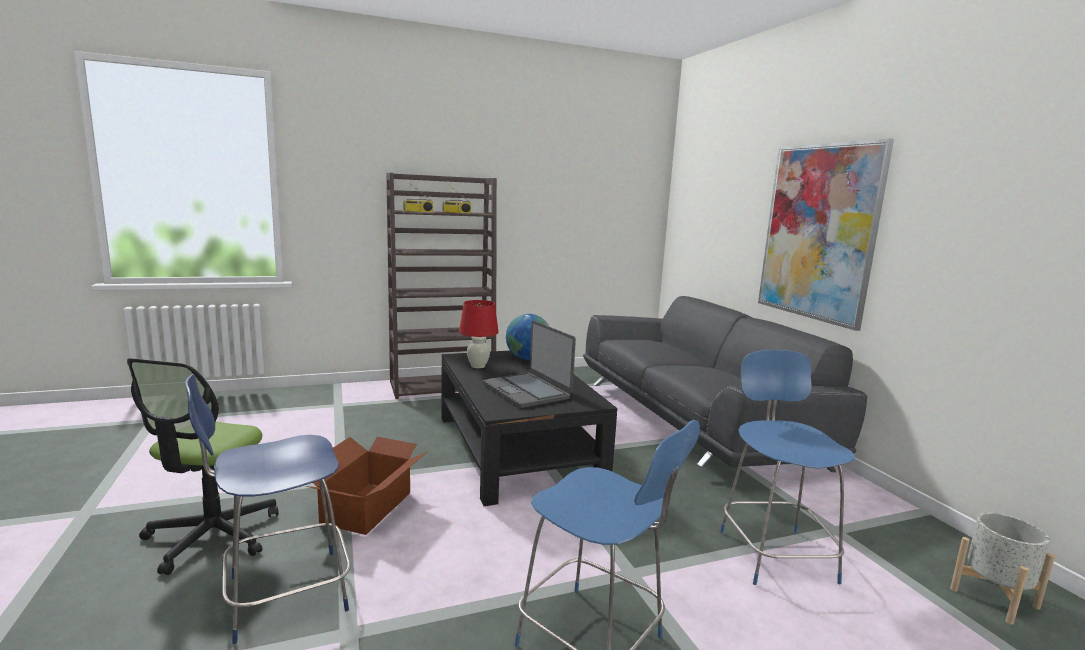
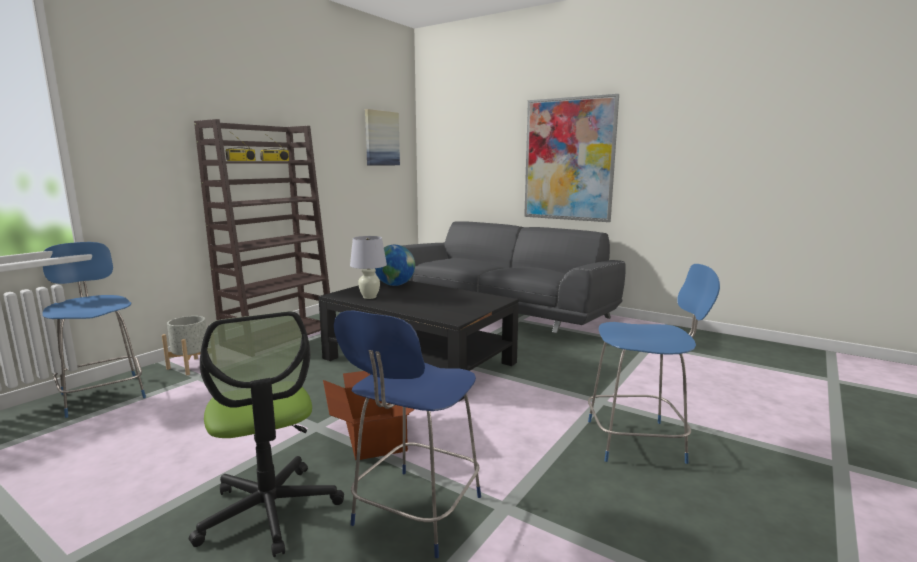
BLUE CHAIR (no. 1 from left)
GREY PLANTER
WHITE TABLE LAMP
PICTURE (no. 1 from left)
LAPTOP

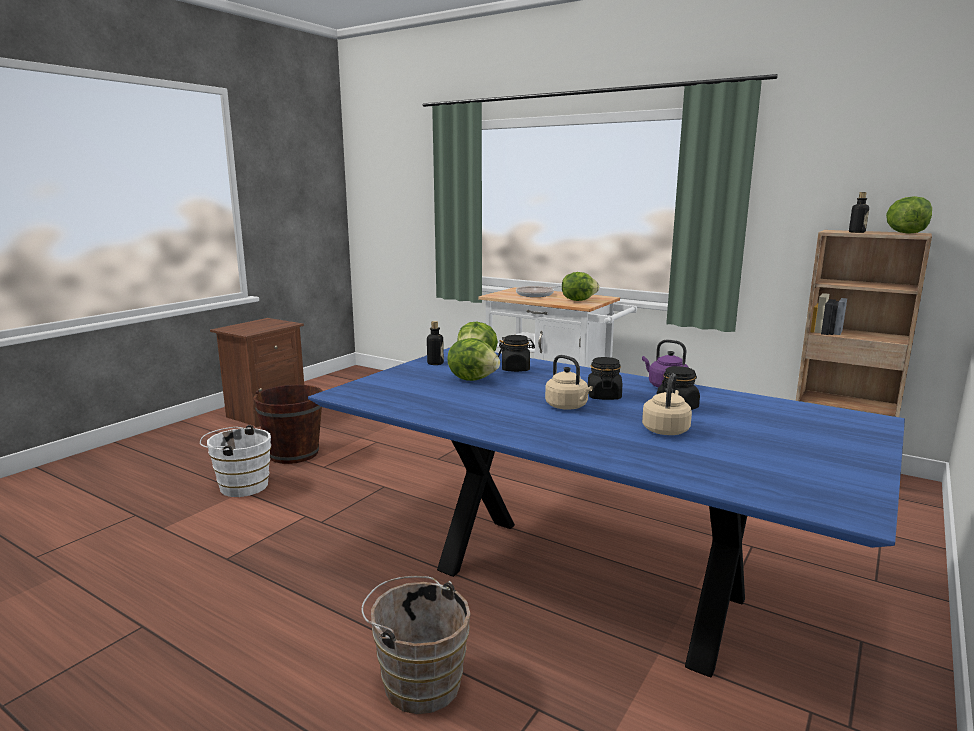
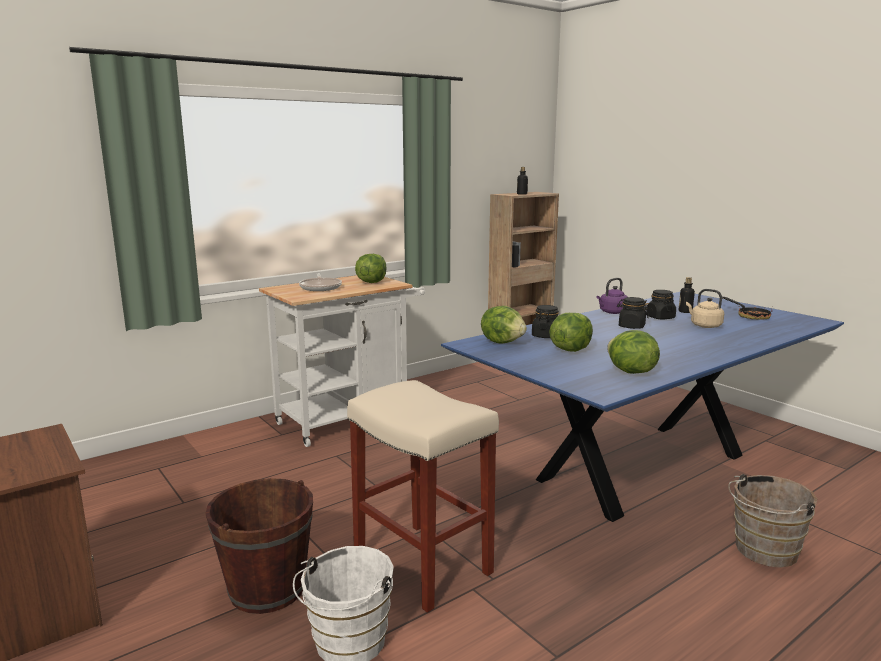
BEIGE STOOL
LETTUCE (no. 4 from left)
BOTTLE (no. 2 from left)
FRYING PAN (no. 2 from left)
BEIGE KETTLE (no. 1 from left in the first image)

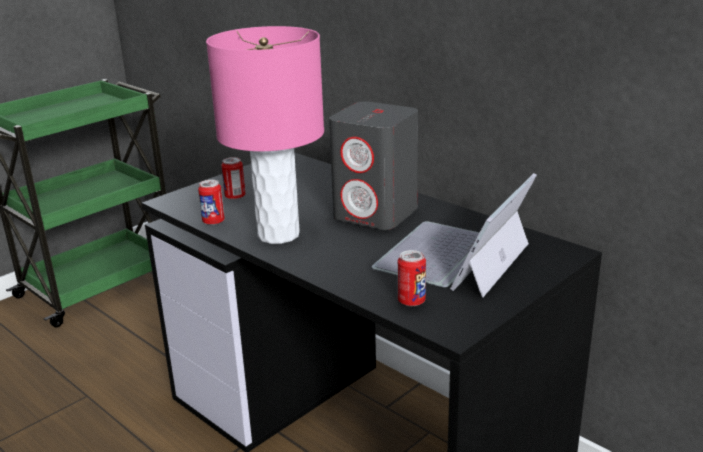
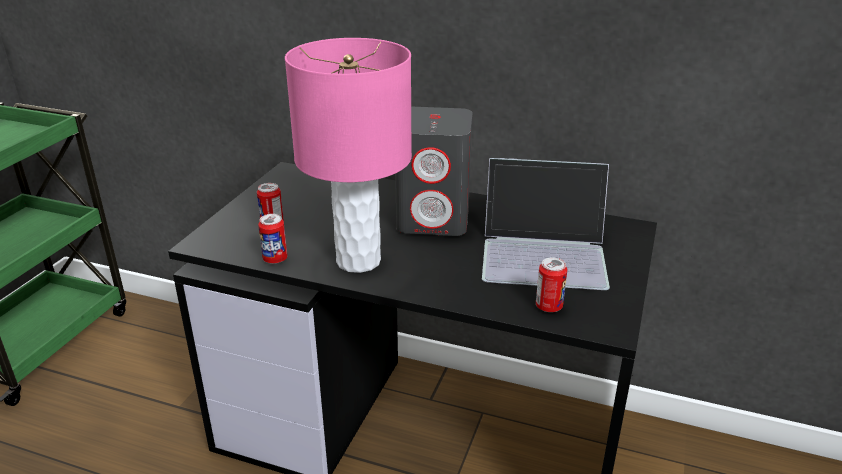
LAPTOP

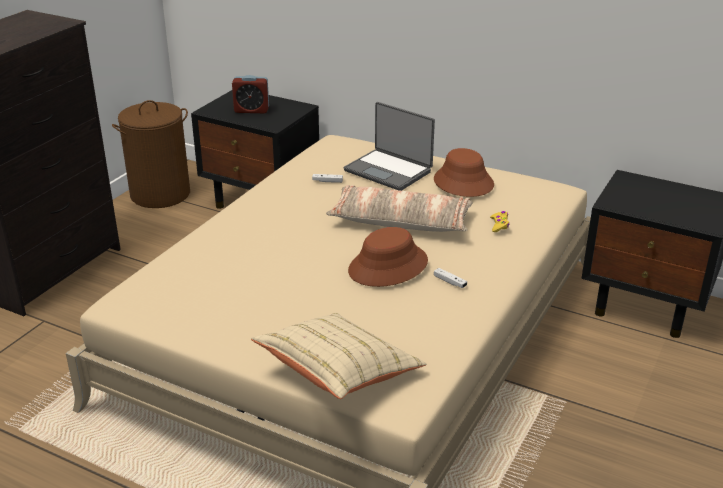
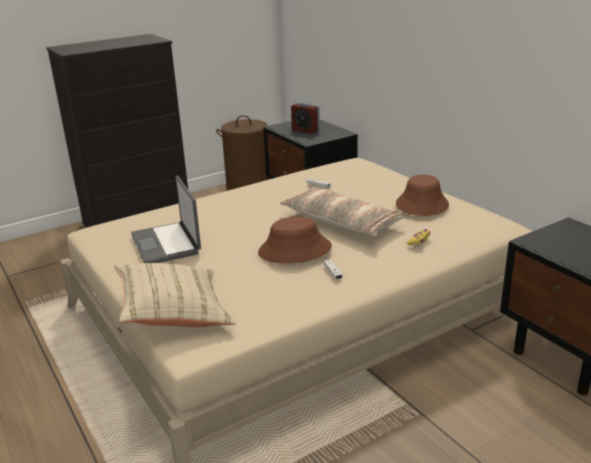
LAPTOP

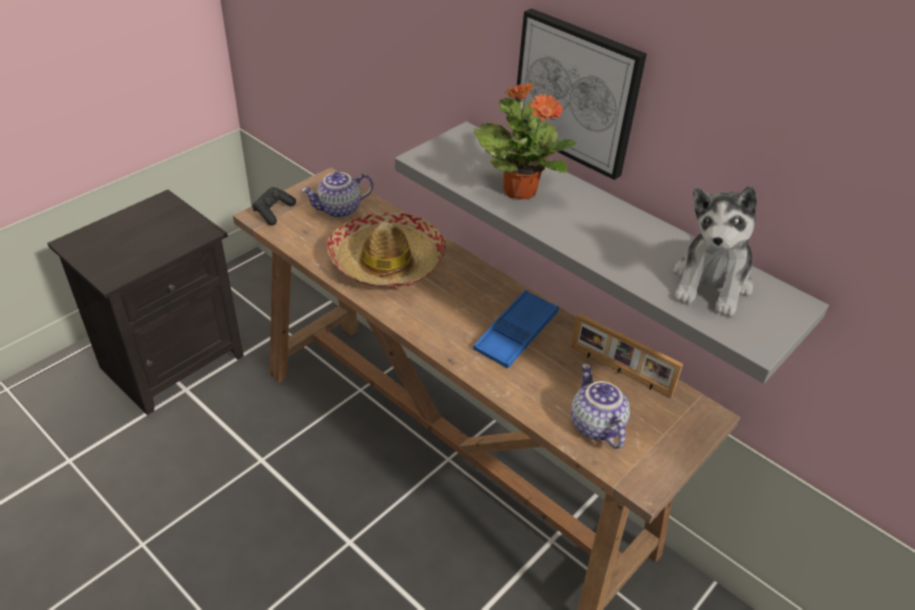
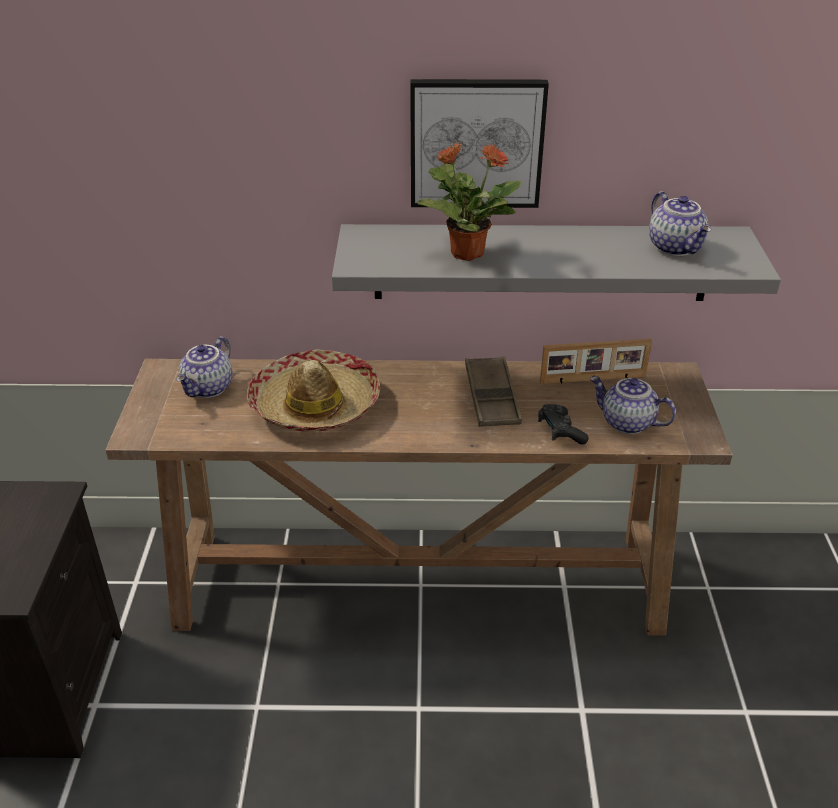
BROWN TRAY
BLACK GAME CONTROLLER
TEAPOT (no. 3 from left)

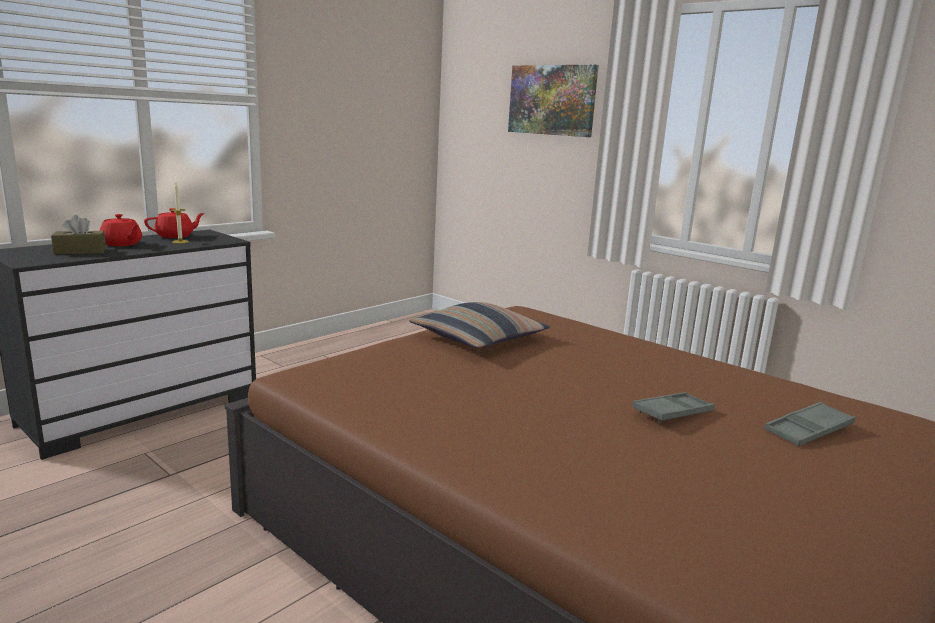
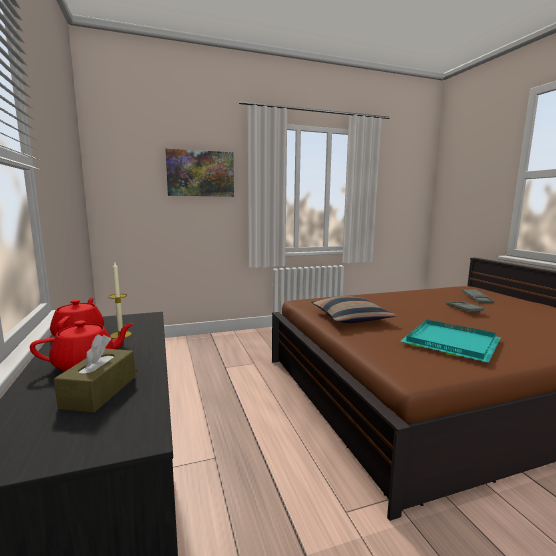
TURQUOISE TRAY

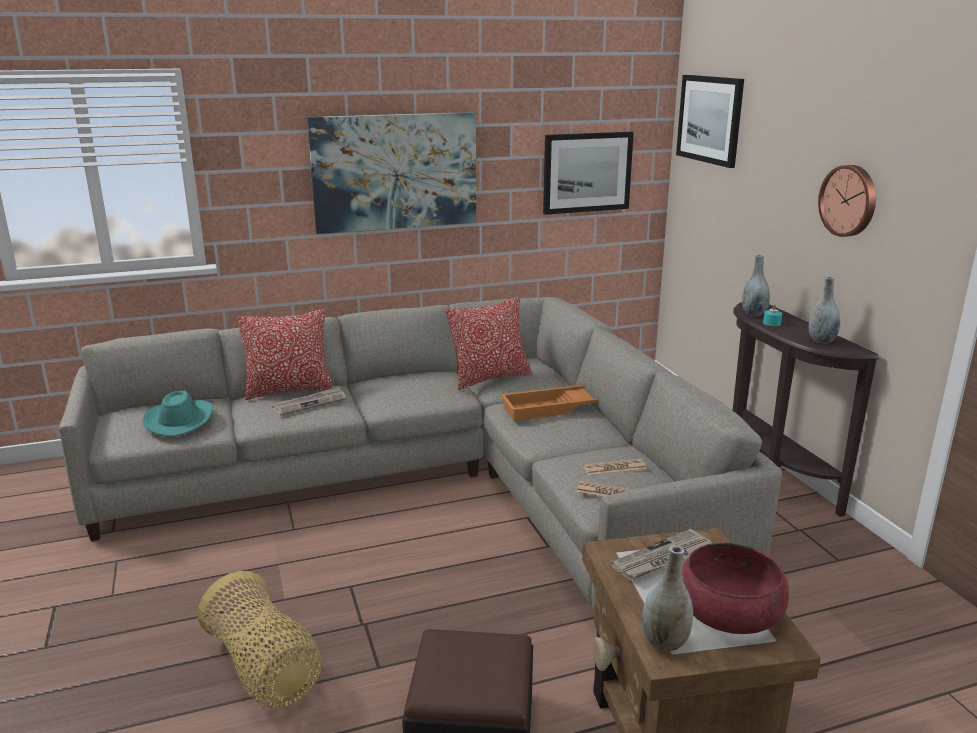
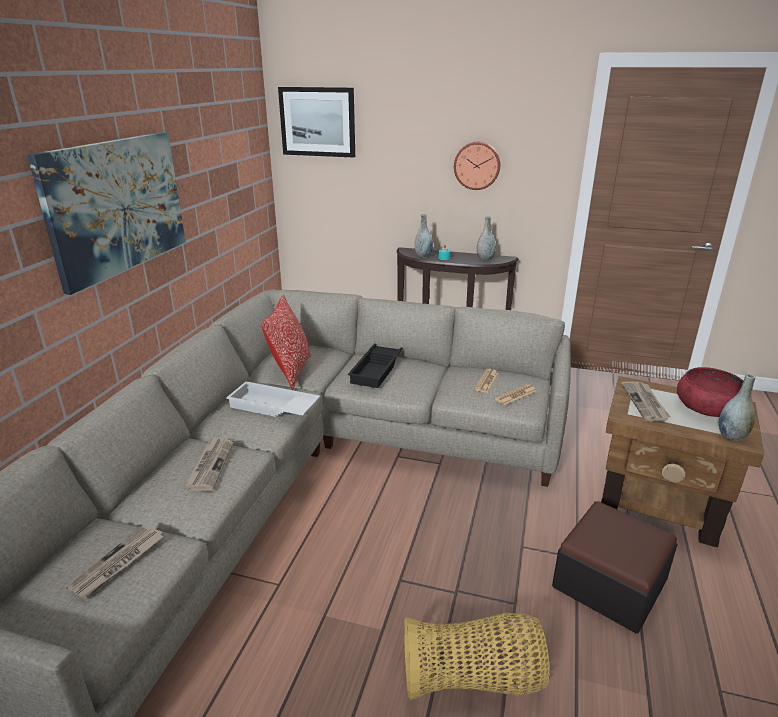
NEWSPAPER (no. 1 from left)
WHITE TRAY
BLACK TRAY
PILLOW (no. 1 from left in the first image)
PICTURE (no. 2 from left in the first image)

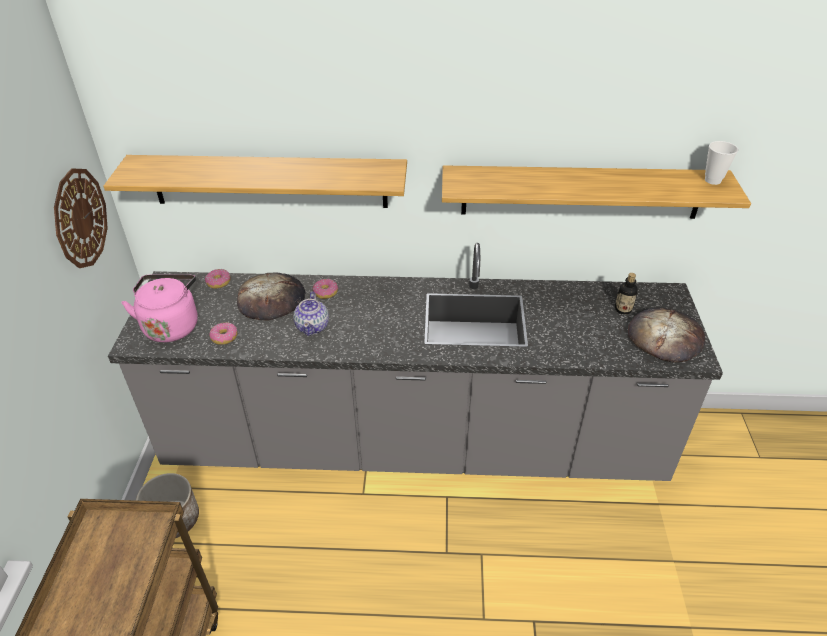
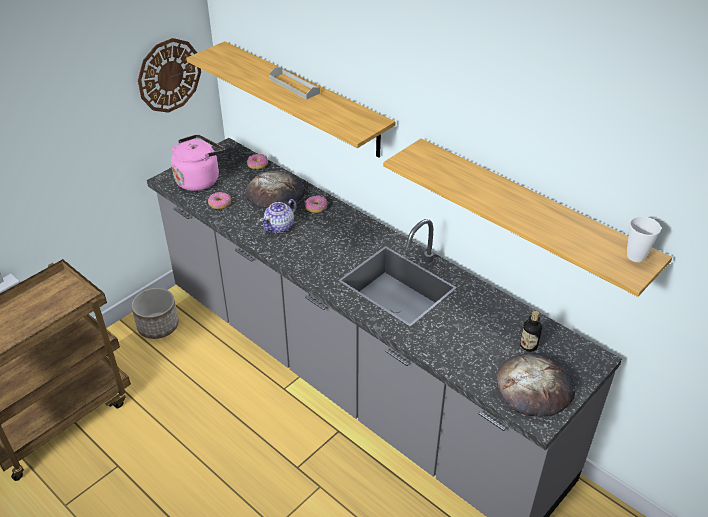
GREY TRAY

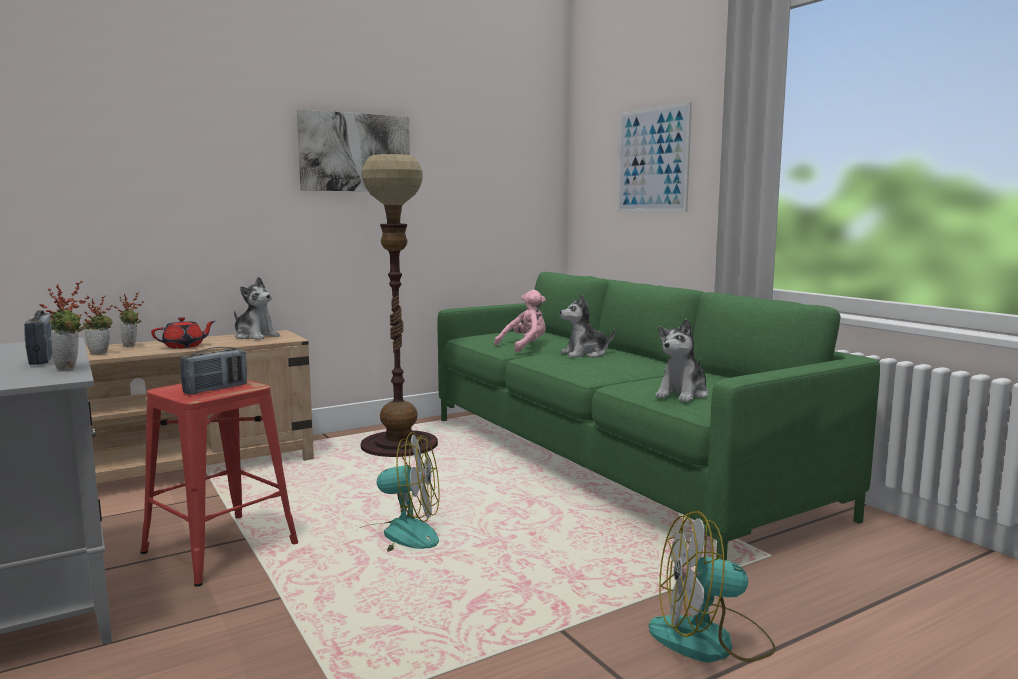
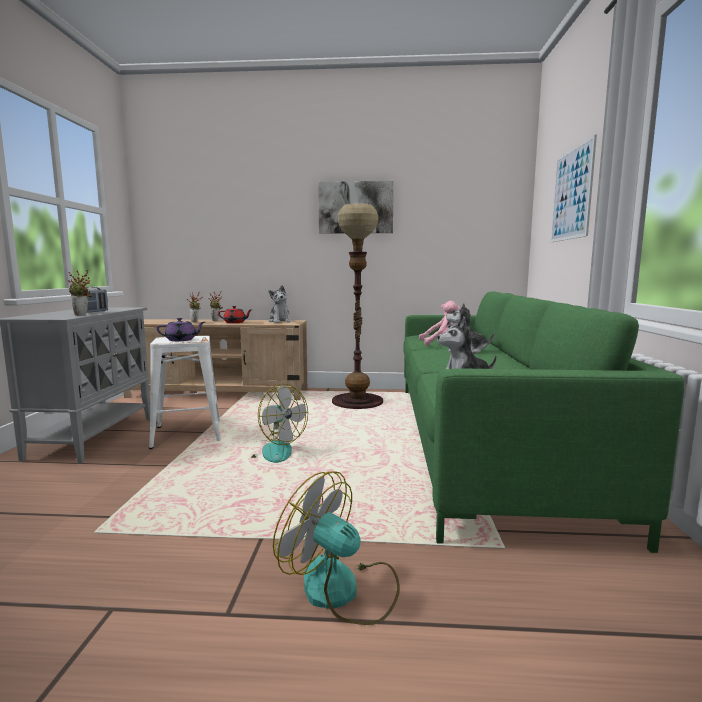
WHITE STOOL
PURPLE TEAPOT

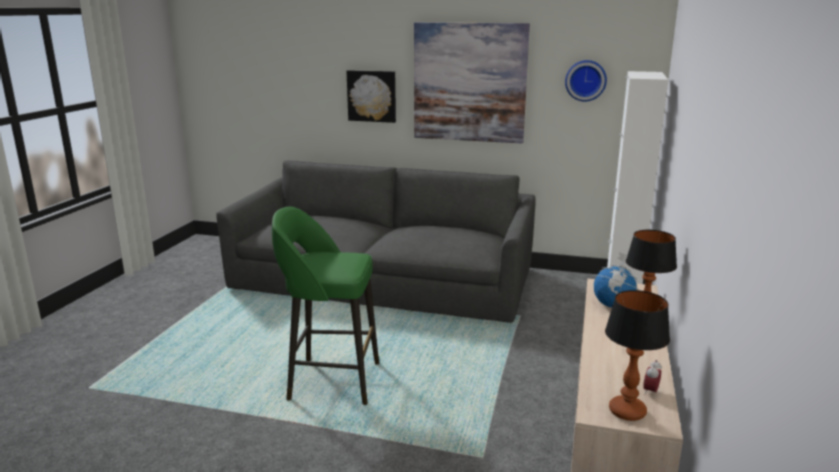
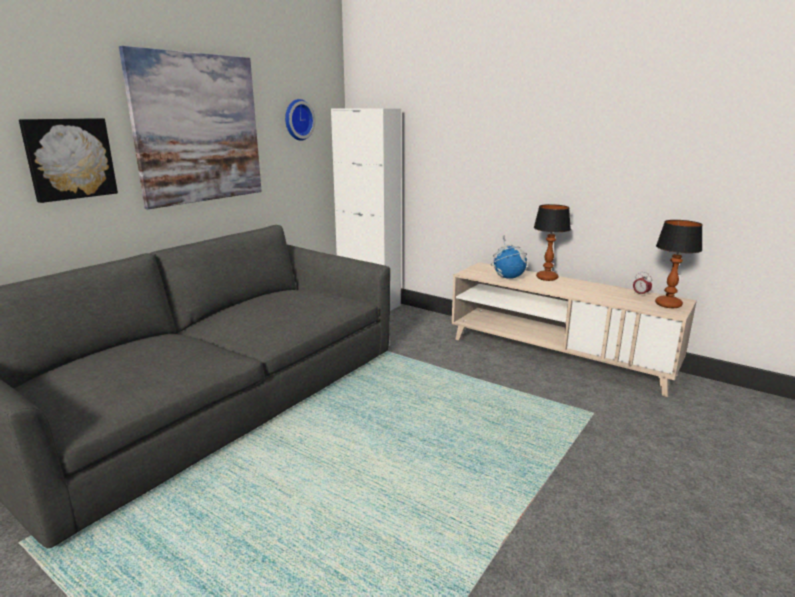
GREEN STOOL

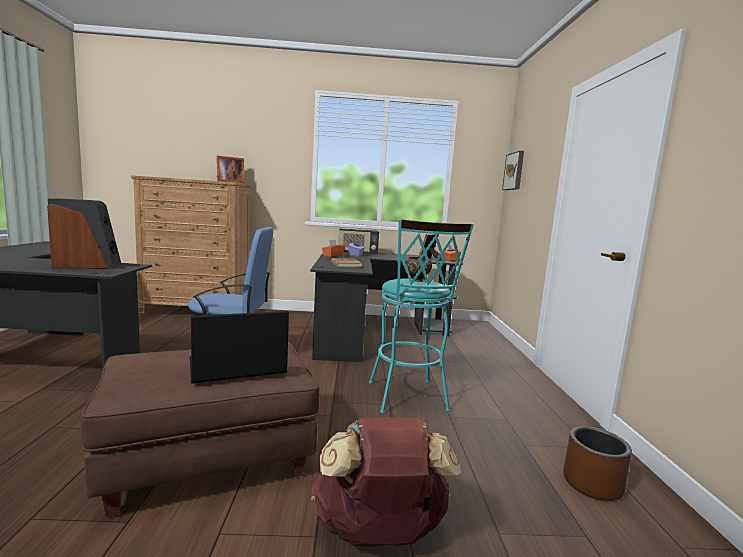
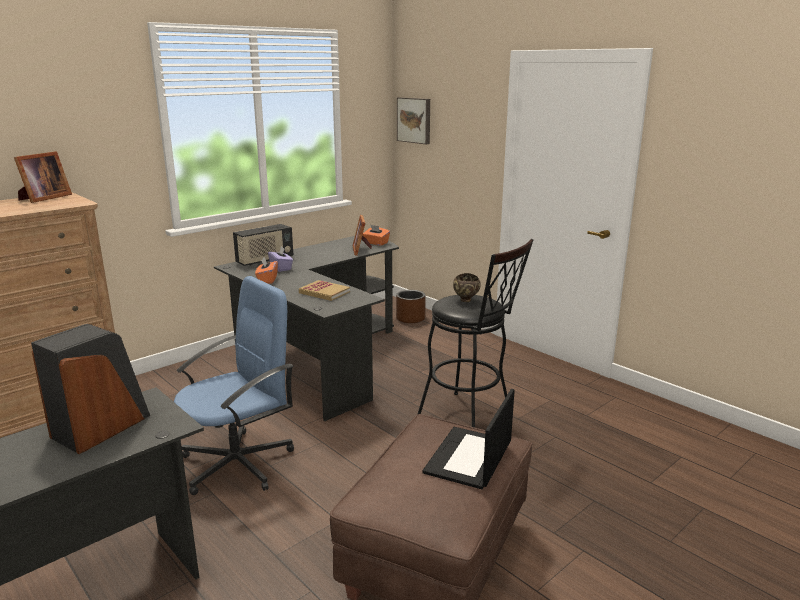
BROWN PLANTER
BLACK STOOL
BROWN BACKPACK

